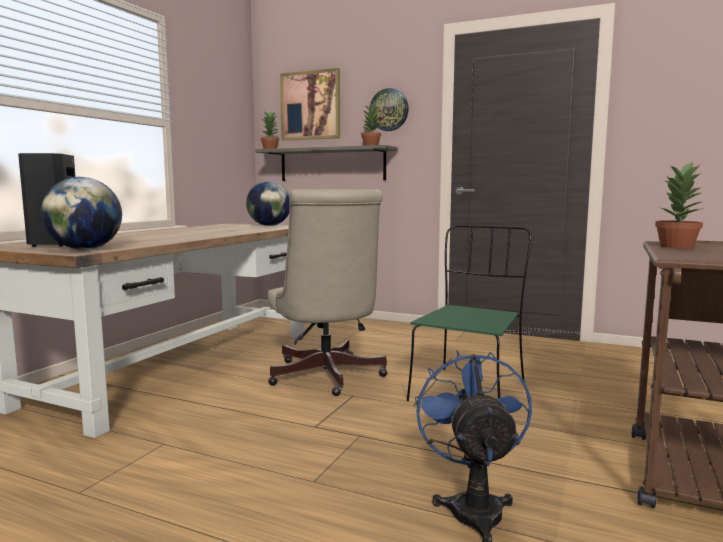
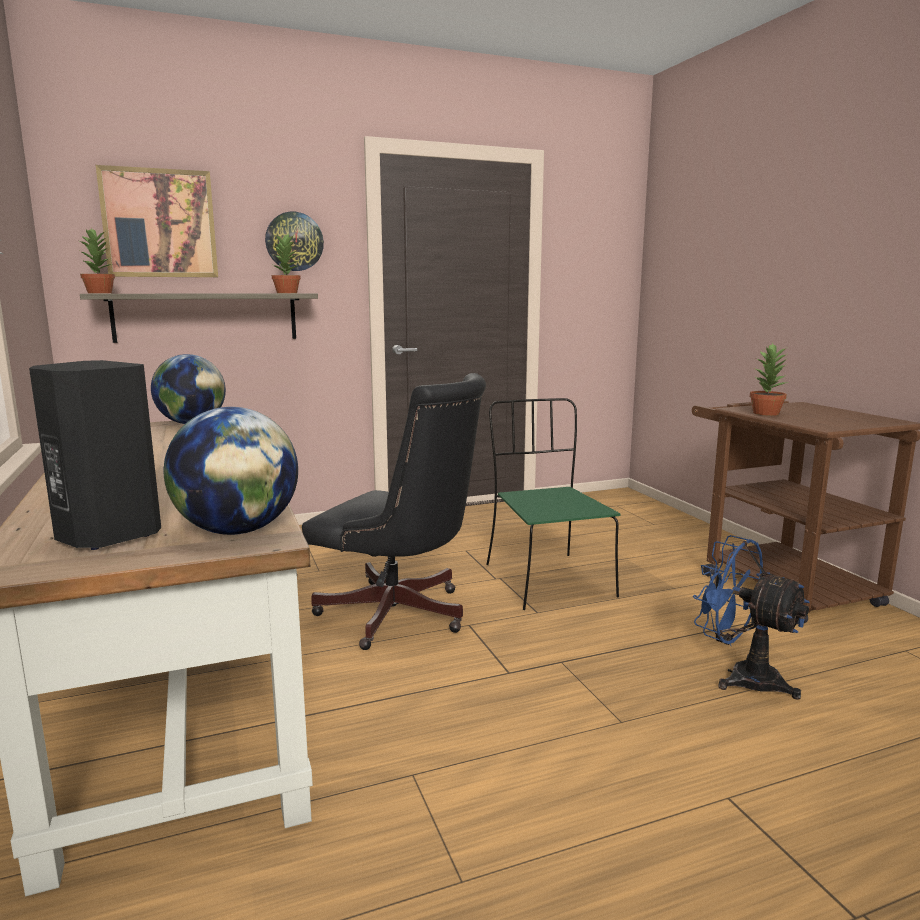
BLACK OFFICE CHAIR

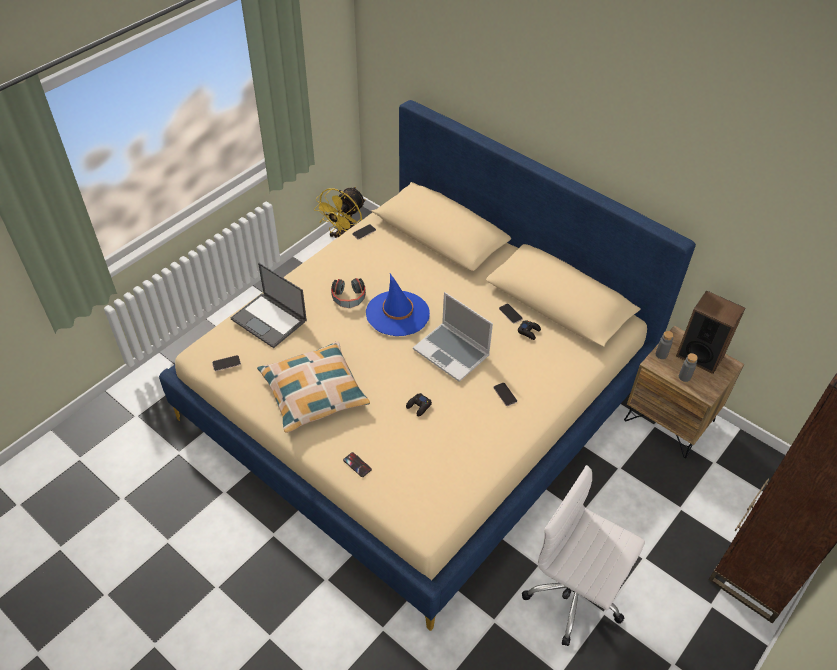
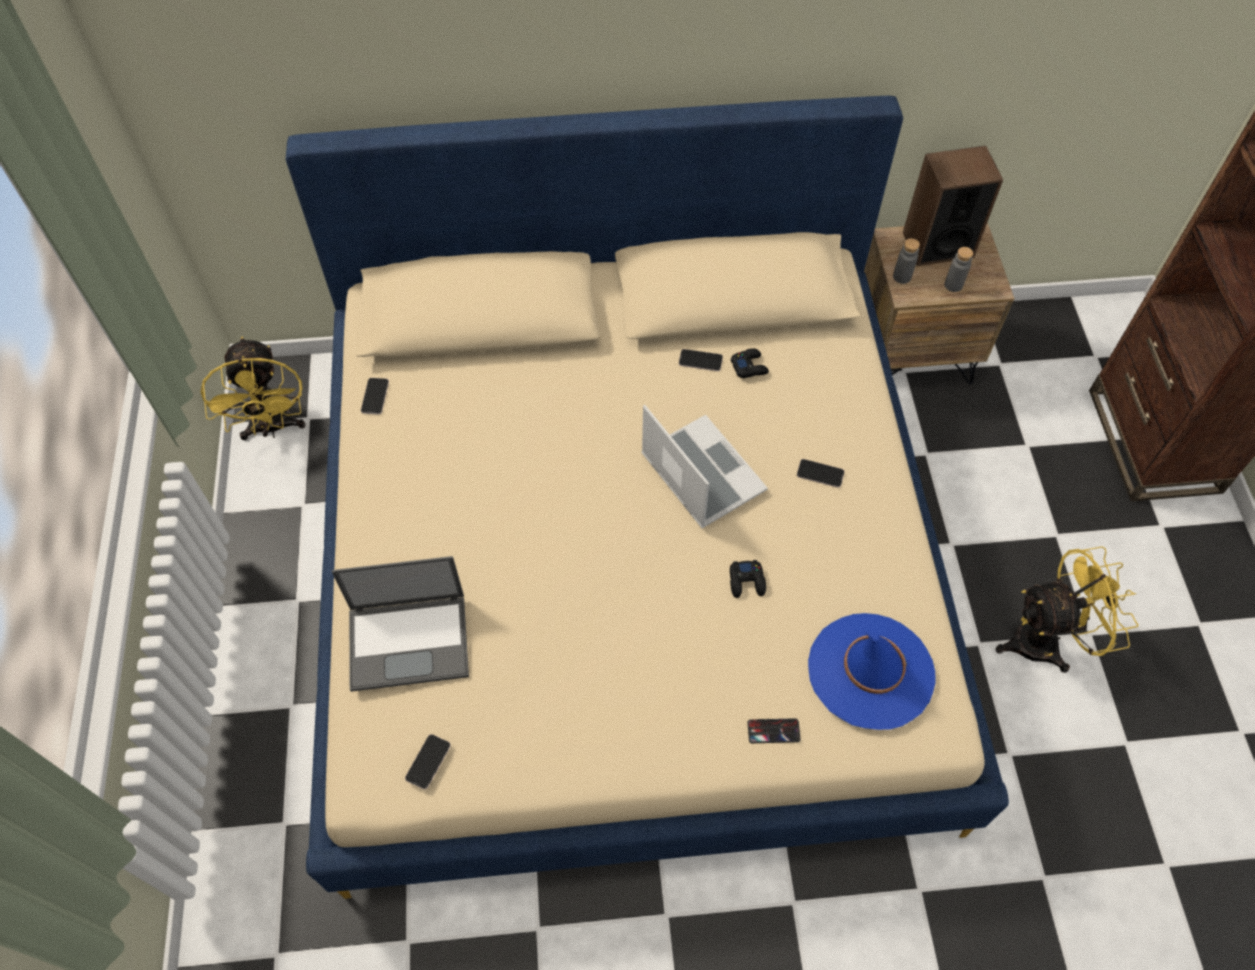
LAPTOP (no. 2 from left)
BLUE HAT
YELLOW FAN (no. 2 from left)
PILLOW
HEADPHONES

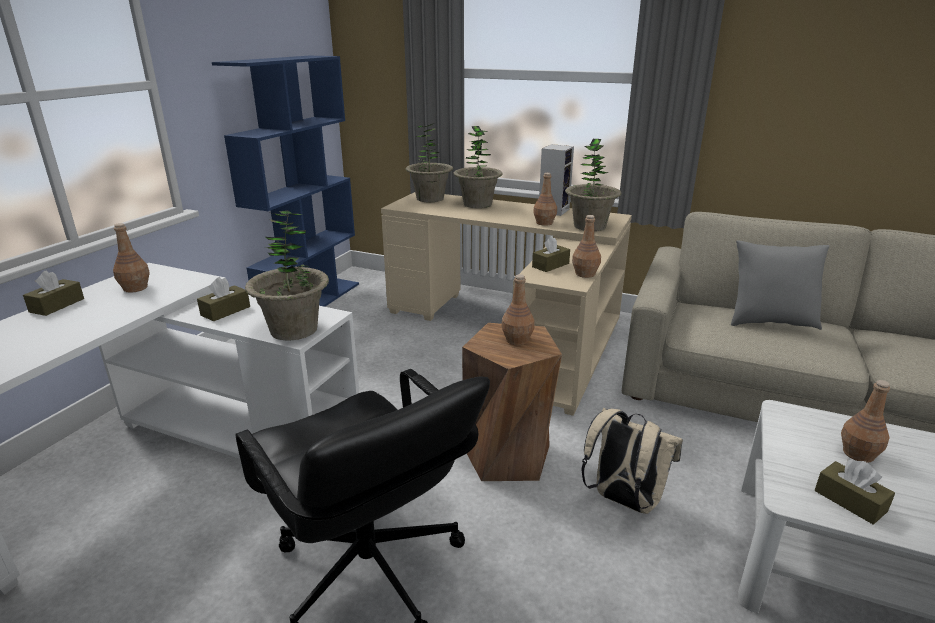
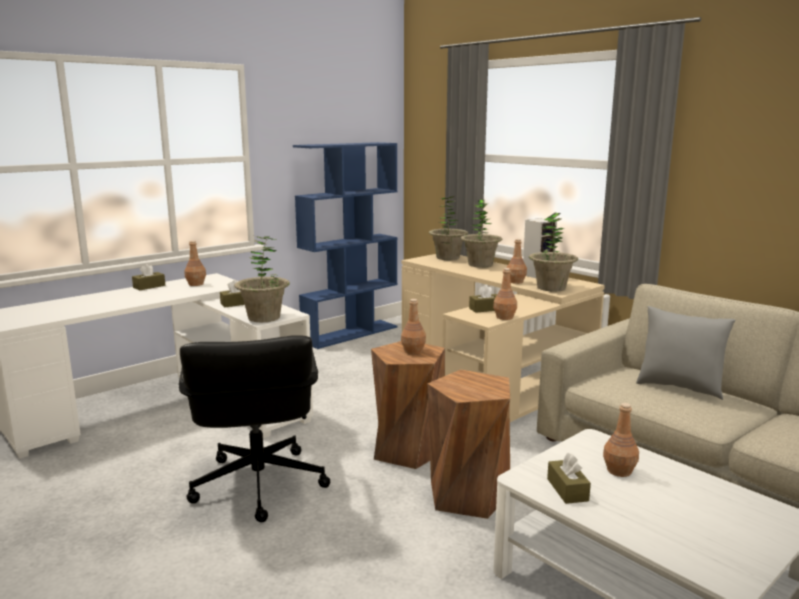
BROWN STOOL (no. 2 from left)

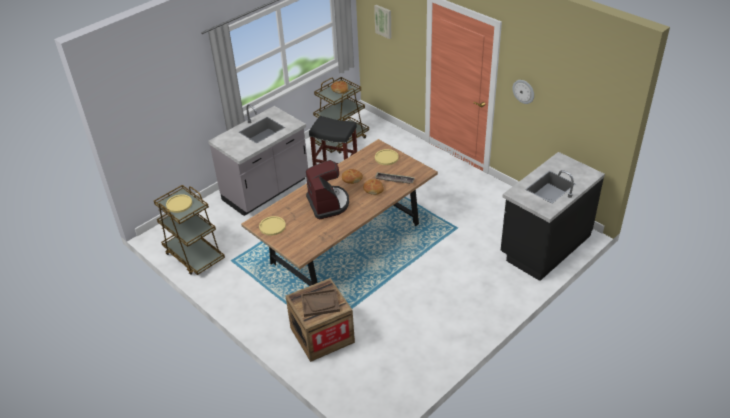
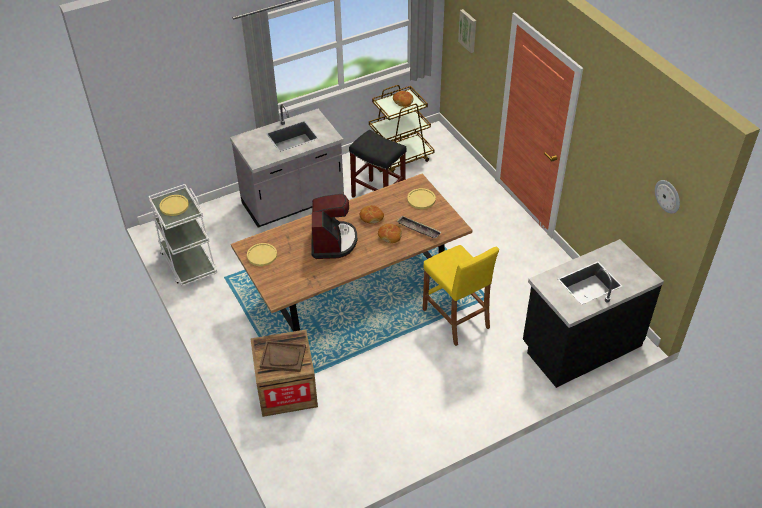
WHITE CART
YELLOW STOOL
WALL CLOCK

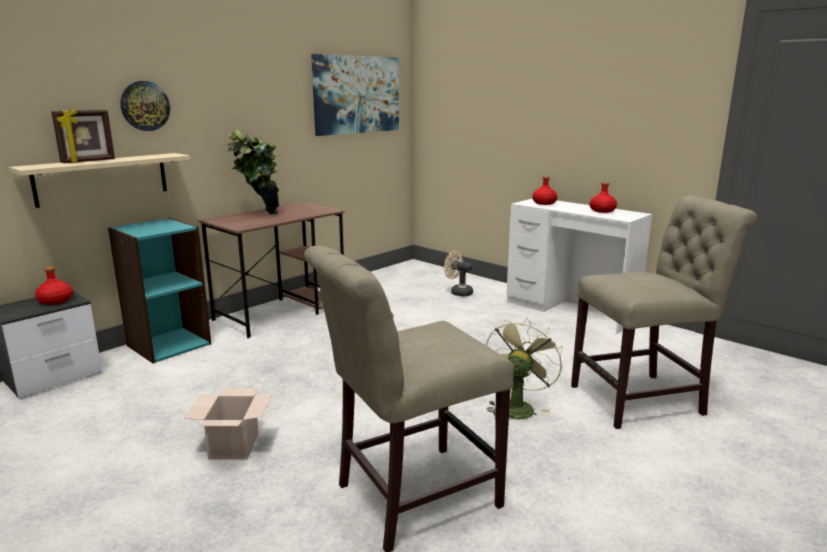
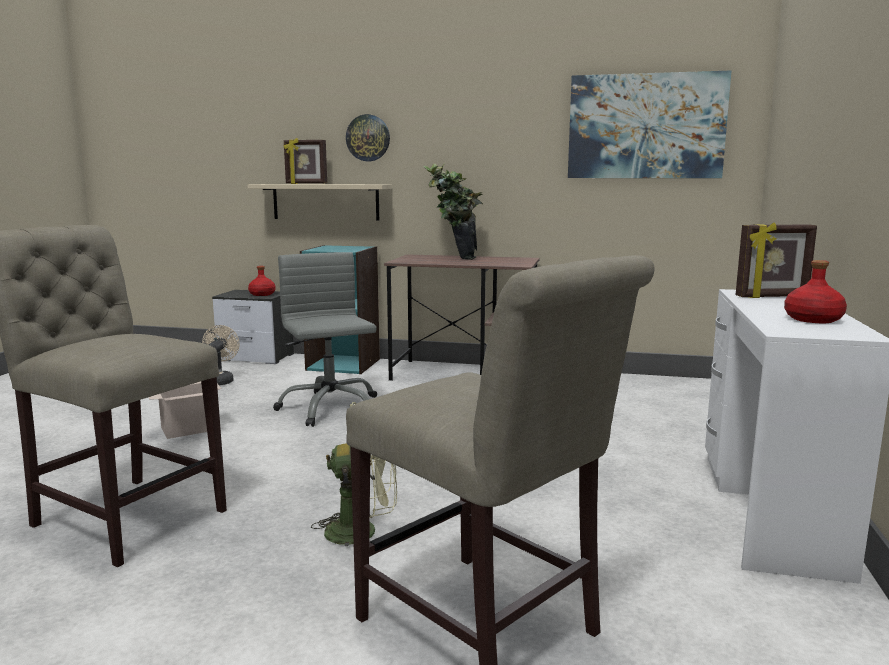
BEIGE FAN
GREY OFFICE CHAIR
PICTURE FRAME (no. 2 from left)

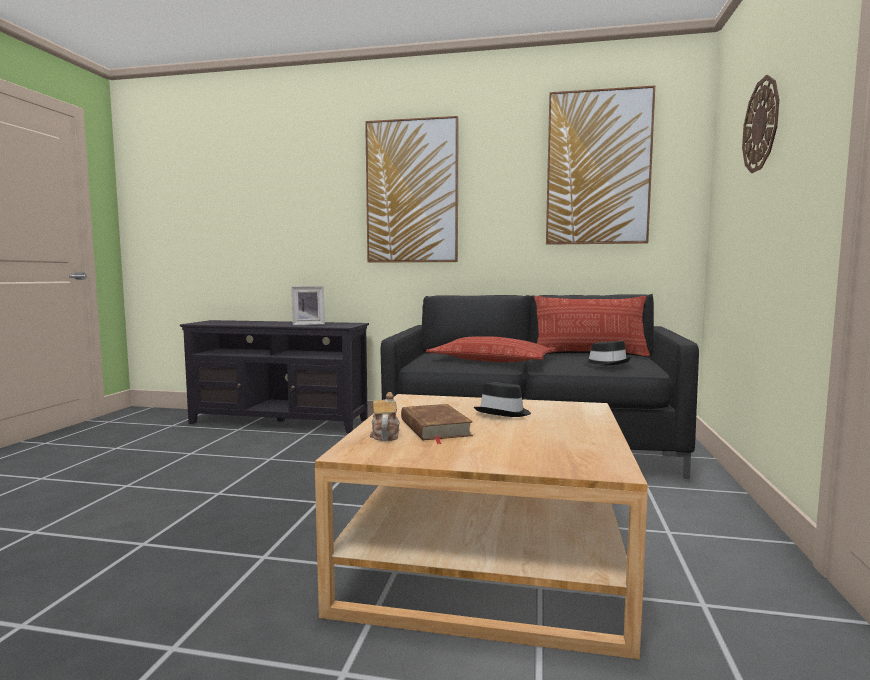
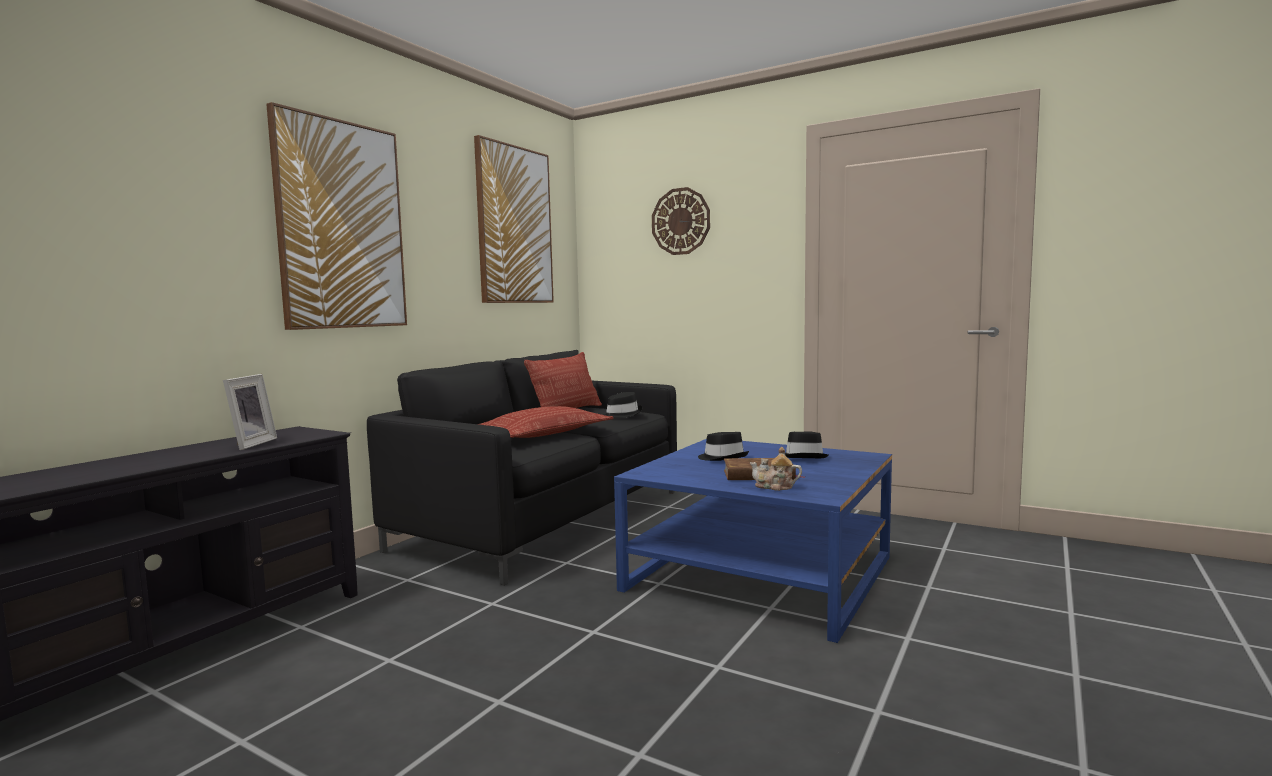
BLUE COFFEE TABLE
BLACK HAT (no. 3 from left)

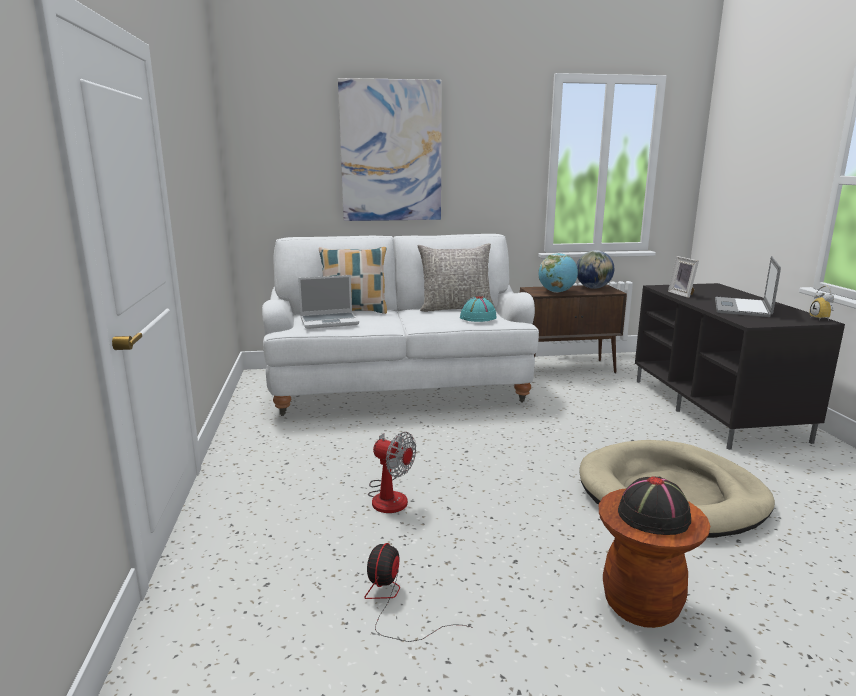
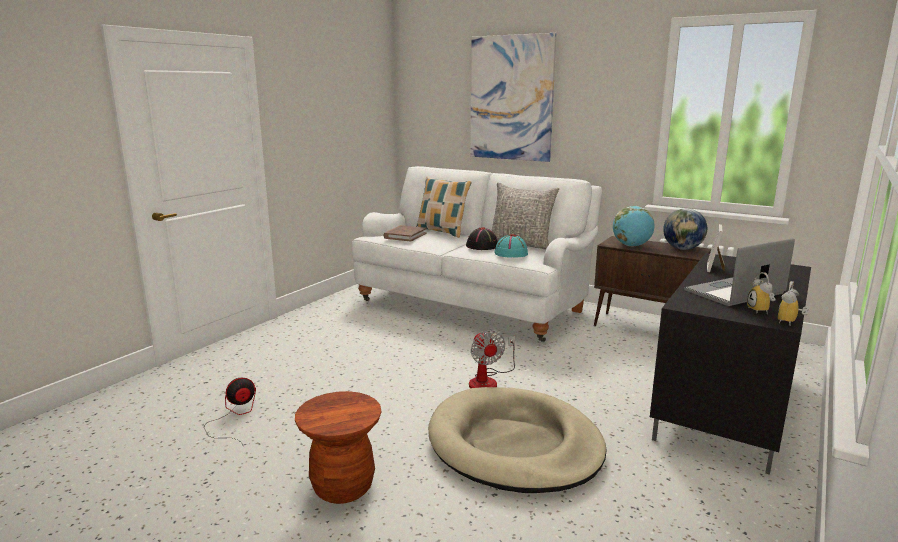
BROWN BOOK
BLACK HAT
FAN (no. 2 from left)
ALARM CLOCK (no. 1 from left)

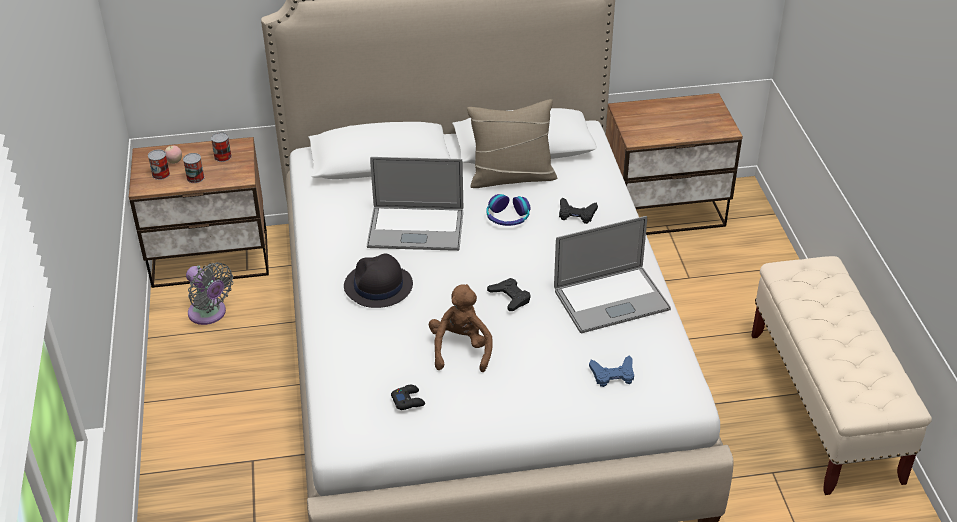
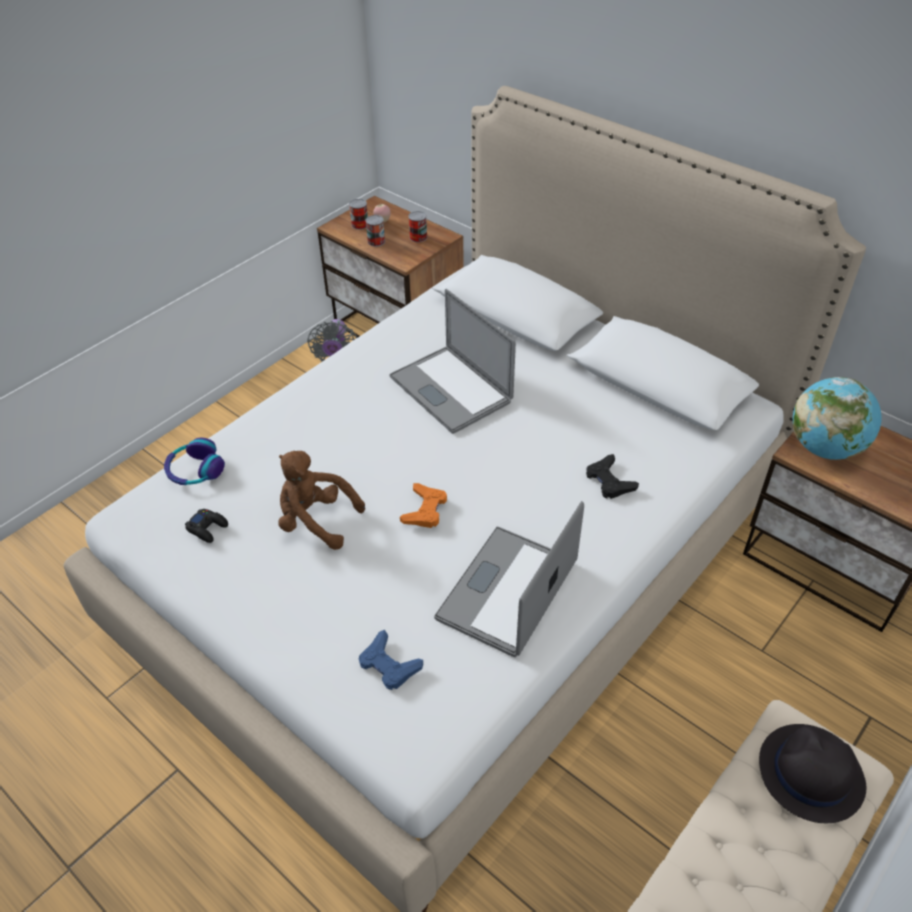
HEADPHONES
BROWN PLUSH TOY
ORANGE GAME CONTROLLER
LAPTOP (no. 2 from left)
BLACK HAT
GLOBE
BEIGE PILLOW

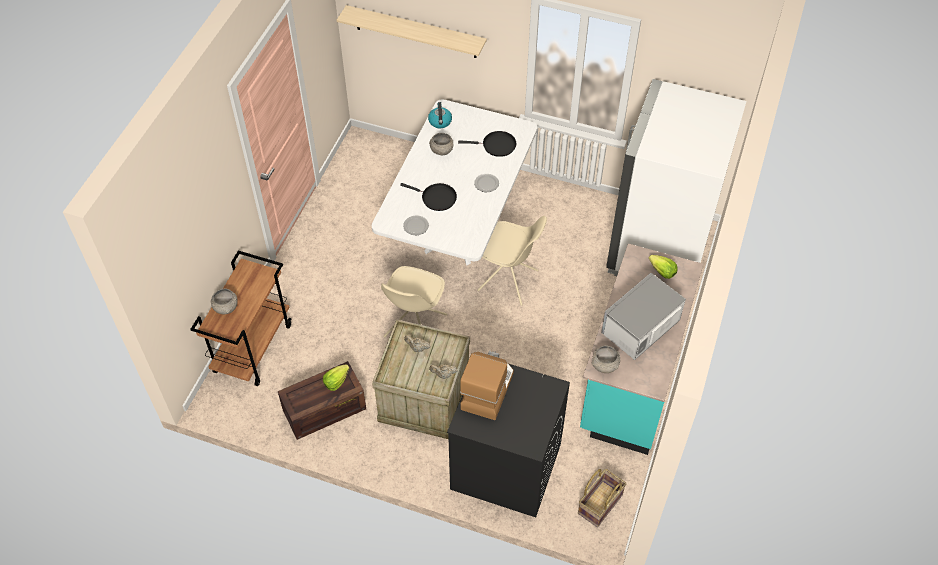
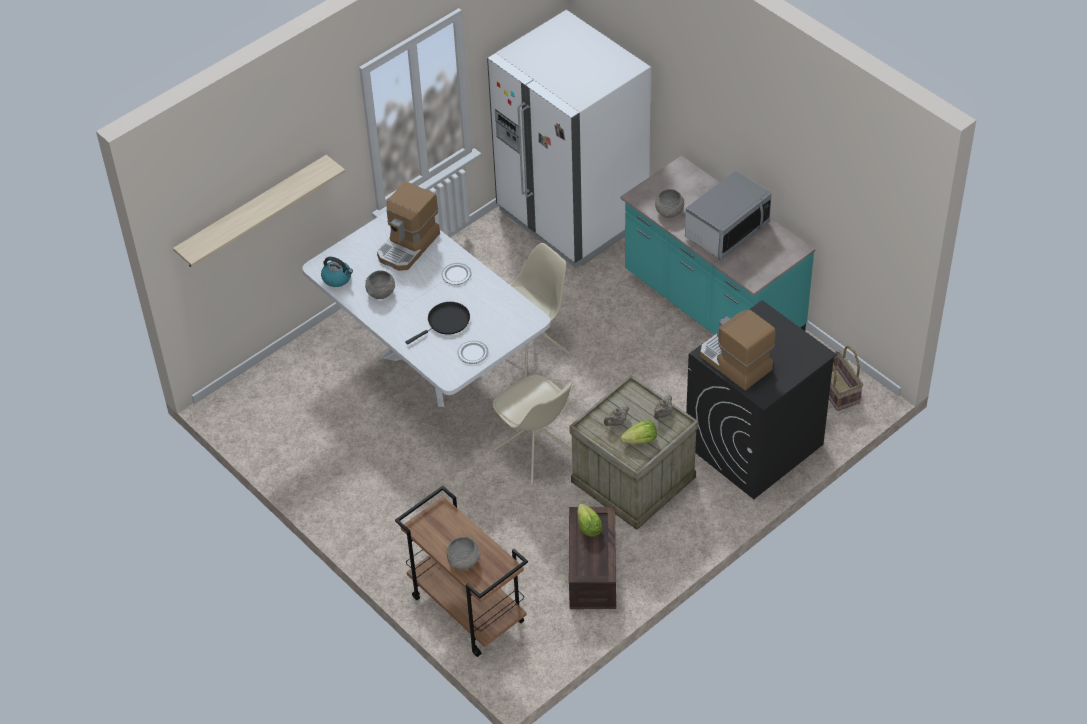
COFFEE MACHINE (no. 1 from left)
LETTUCE (no. 2 from left)
GREY BOWL (no. 3 from left)
MICROWAVE

